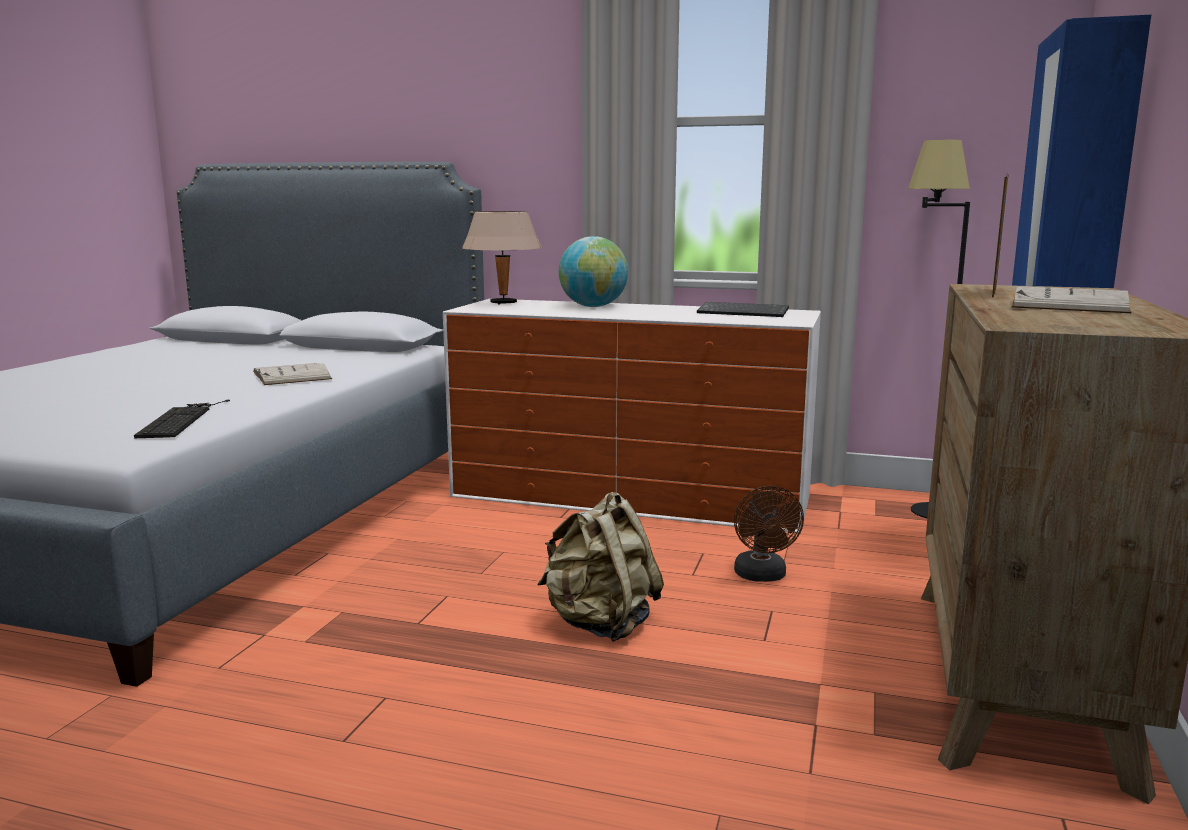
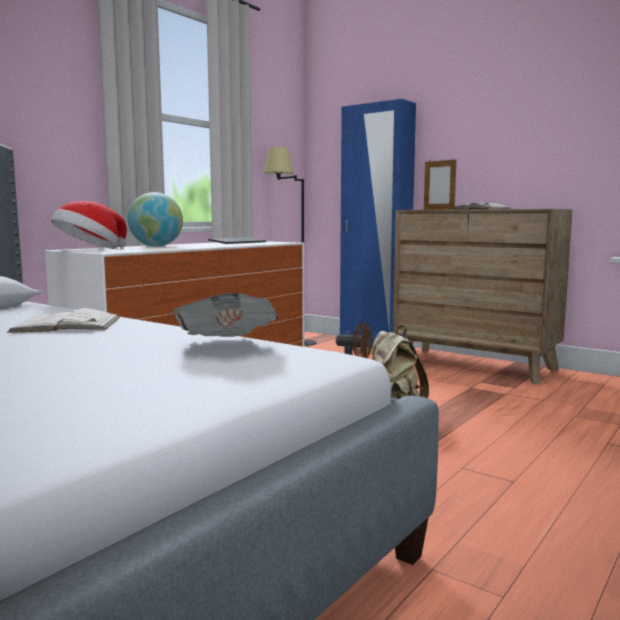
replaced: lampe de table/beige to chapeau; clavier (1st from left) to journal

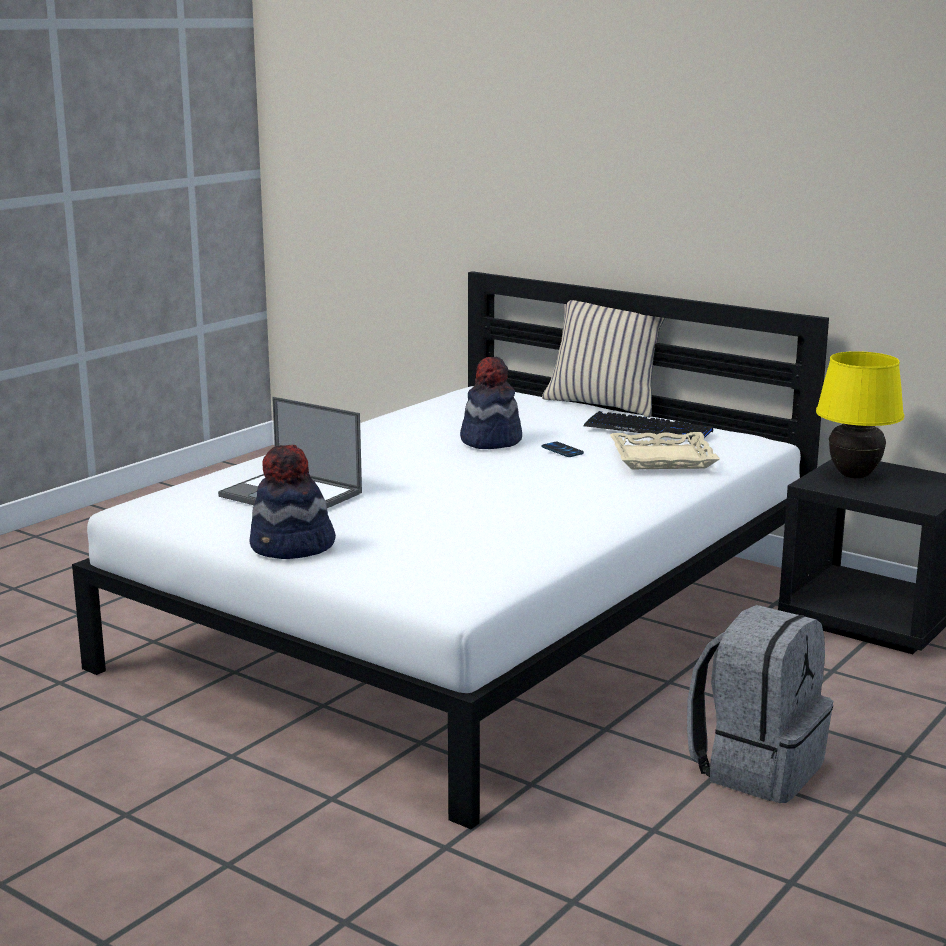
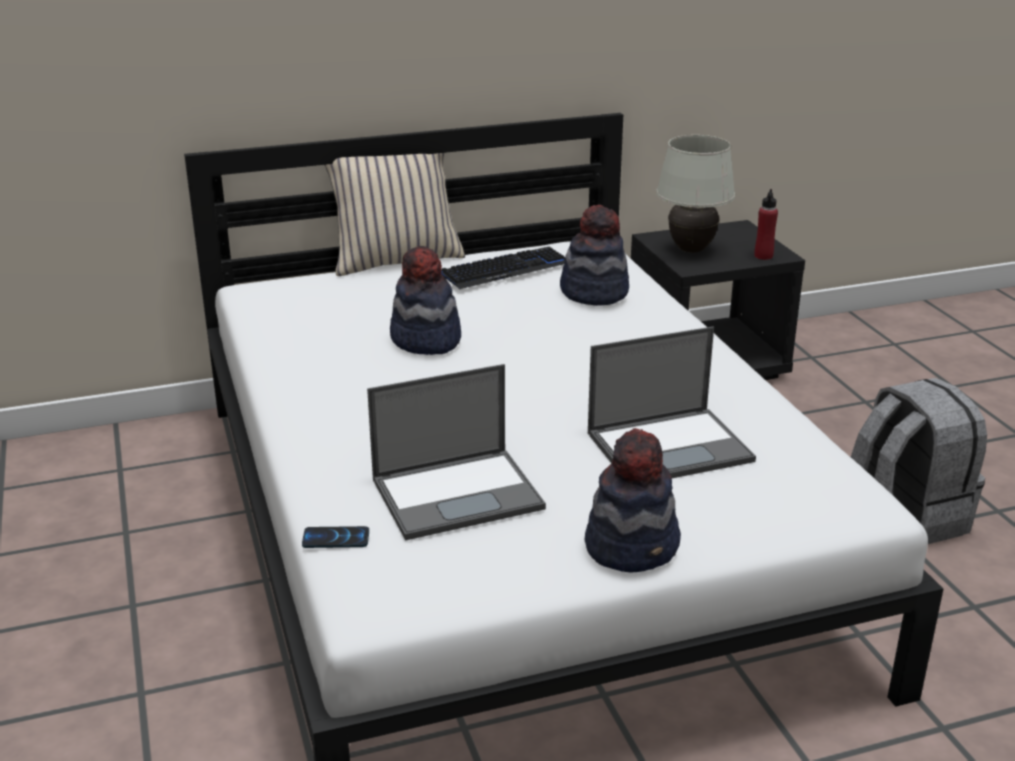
added: bouteille/rouge; ordinateur portable (2nd from left)
moved: téléphone
replaced: plateau/beige to chapeau (2nd from left)
recoloured: lampe de table/jaune to lampe de table/blanc

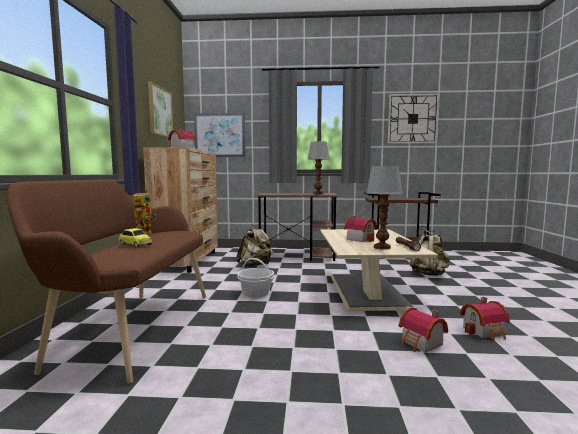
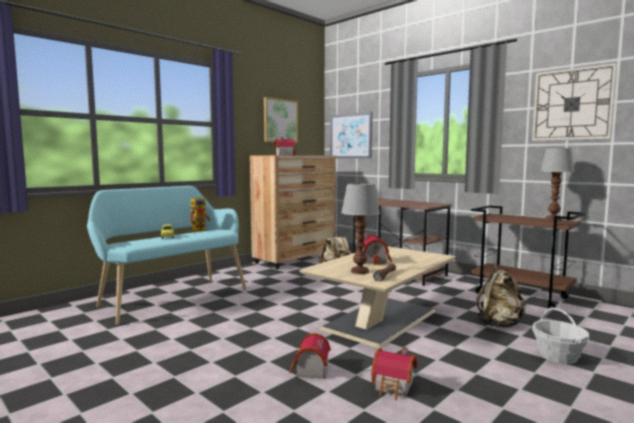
moved: lampe de table (1st from left in the first image) to lampe de table (2nd from left); panier
recoloured: banc/marron to banc/turquoise

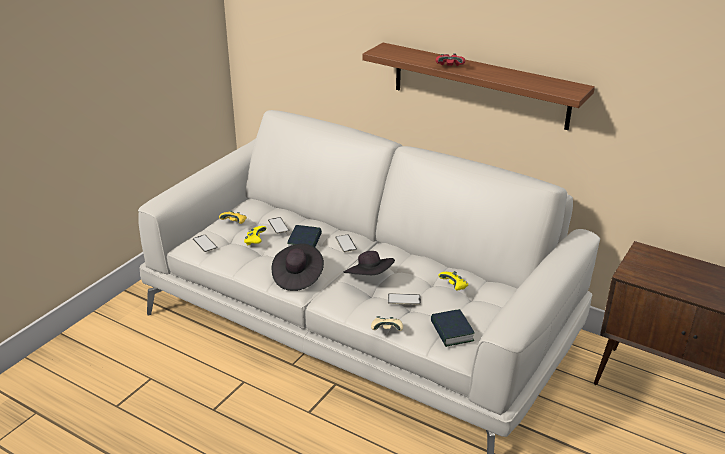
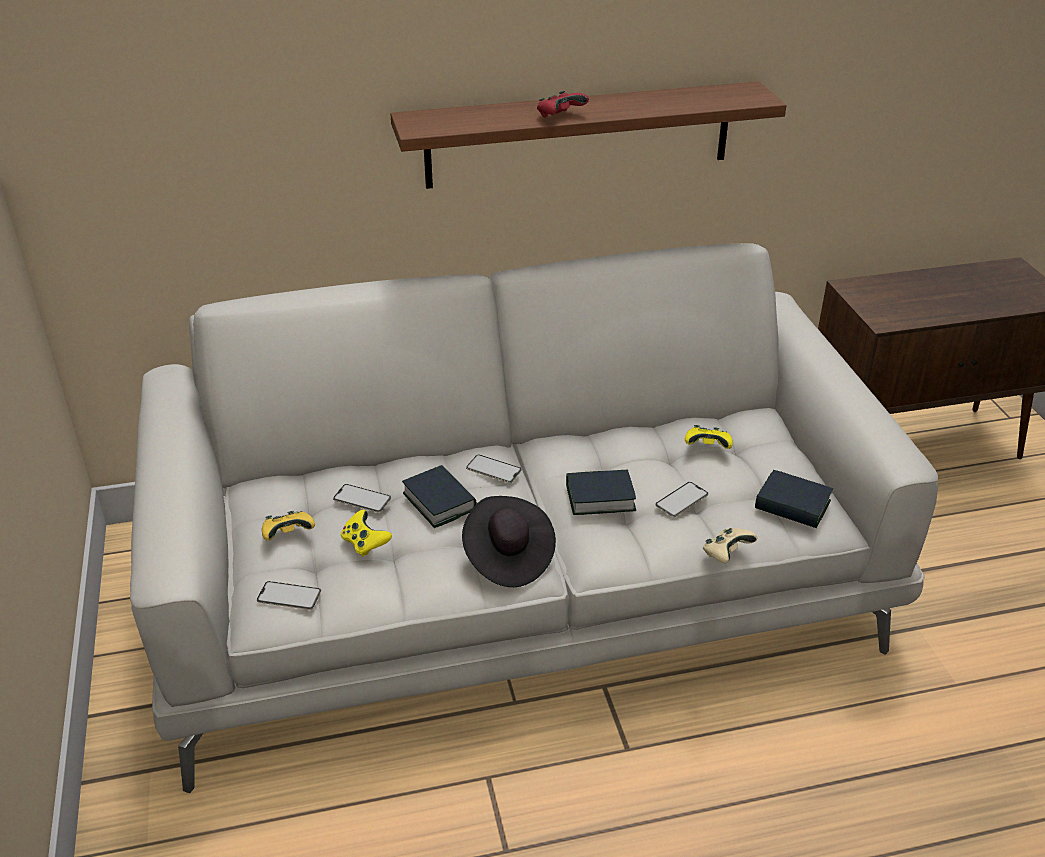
replaced: chapeau/noir (2nd from left) to livre (2nd from left)

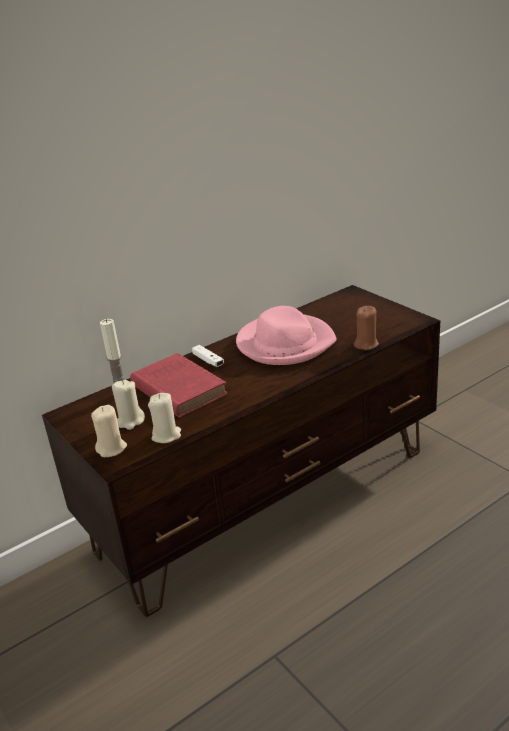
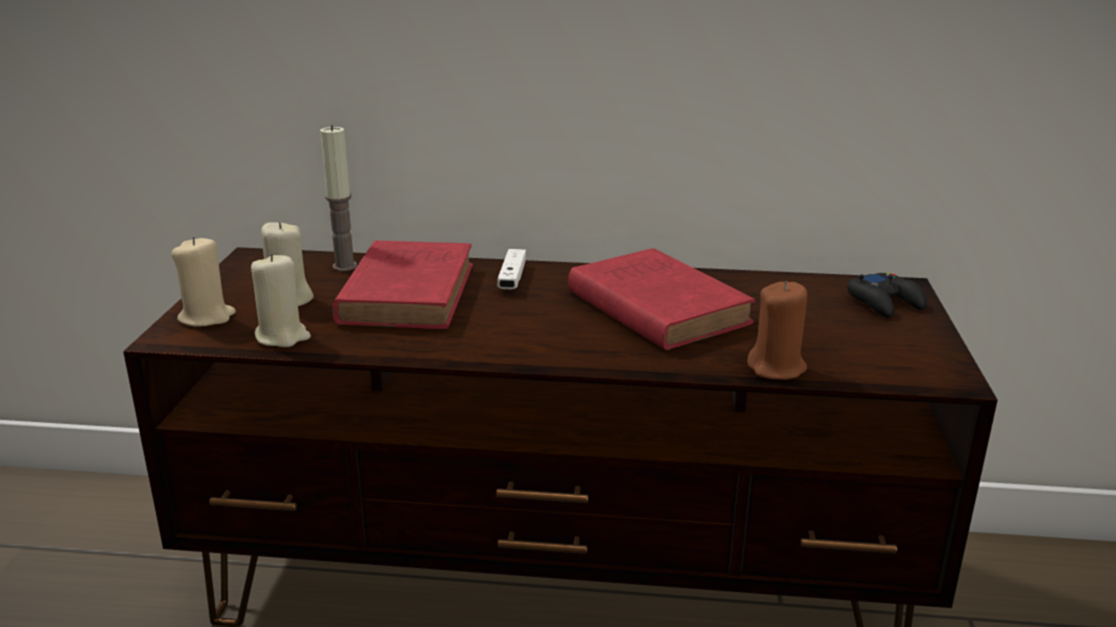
added: manette/noir
replaced: chapeau/rose to livre/rouge (2nd from left)

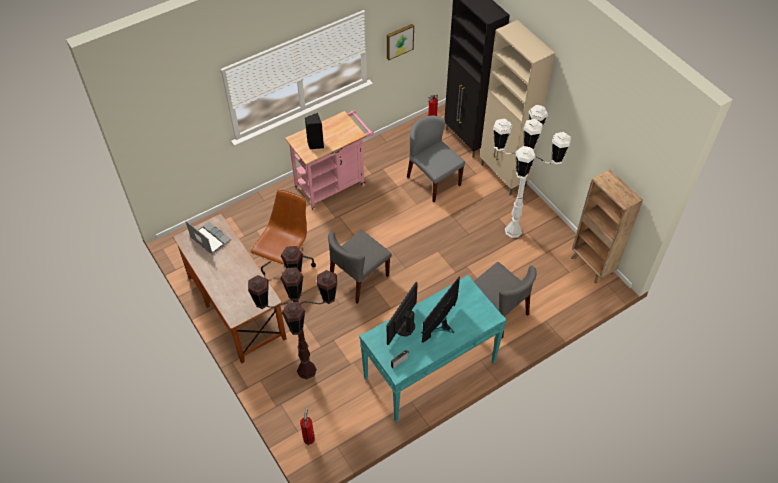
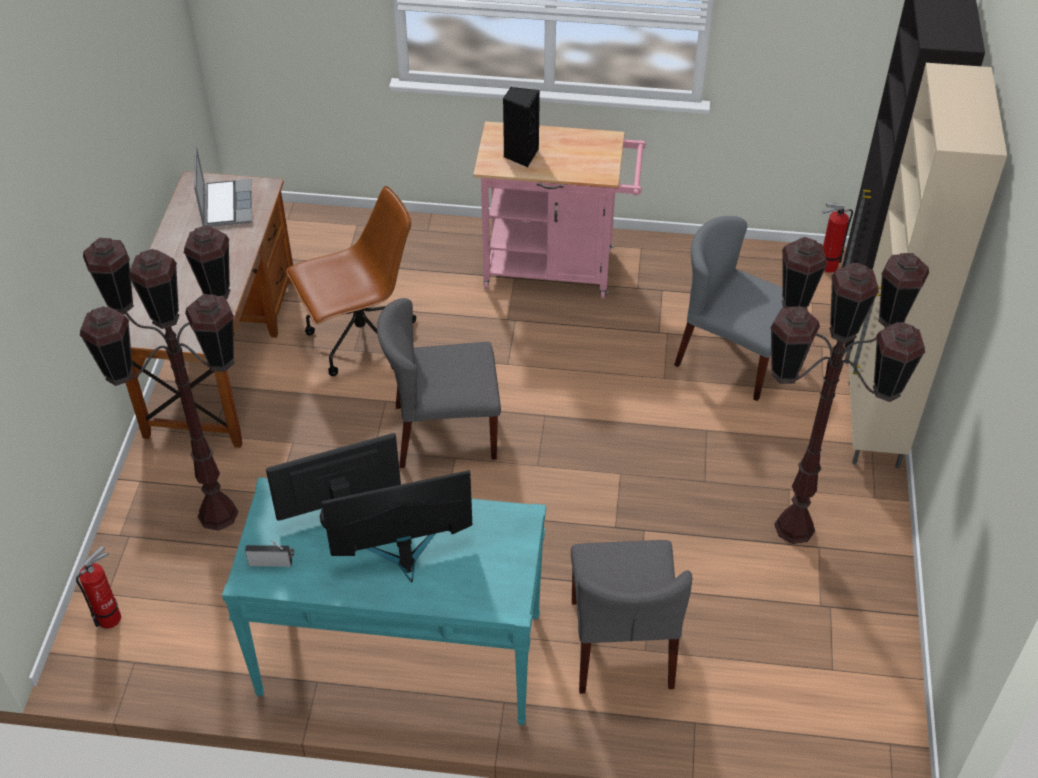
removed: tableau; bibliothèque/marron
recoloured: lampadaire/blanc to lampadaire/marron (2nd from left)
turned: chaise/gris (2nd from left in the first image) 60 degrees counterclockwise

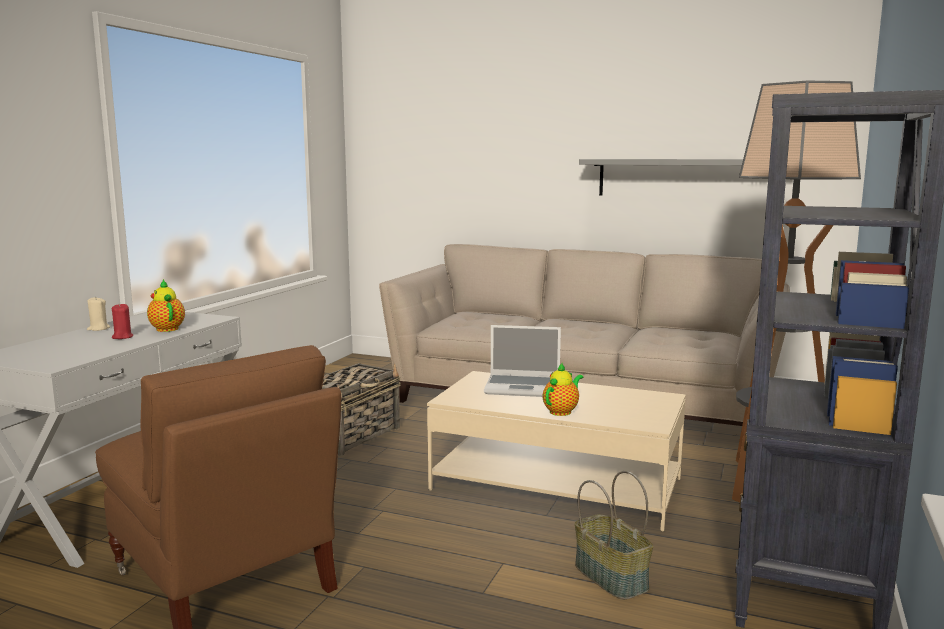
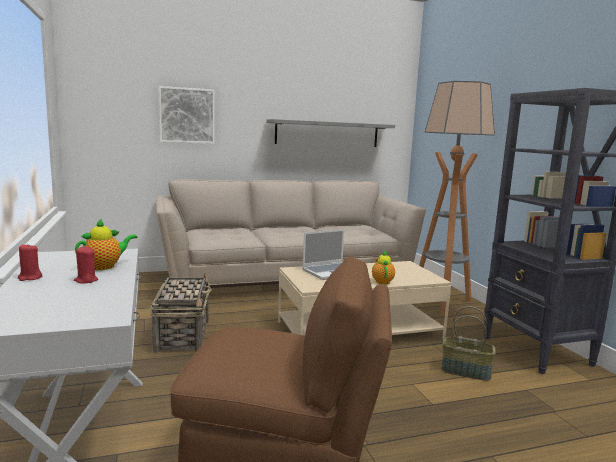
added: tableau
recoloured: bougie/beige to bougie/rouge (1st from left)
turned: théière (1st from left) 120 degrees clockwise

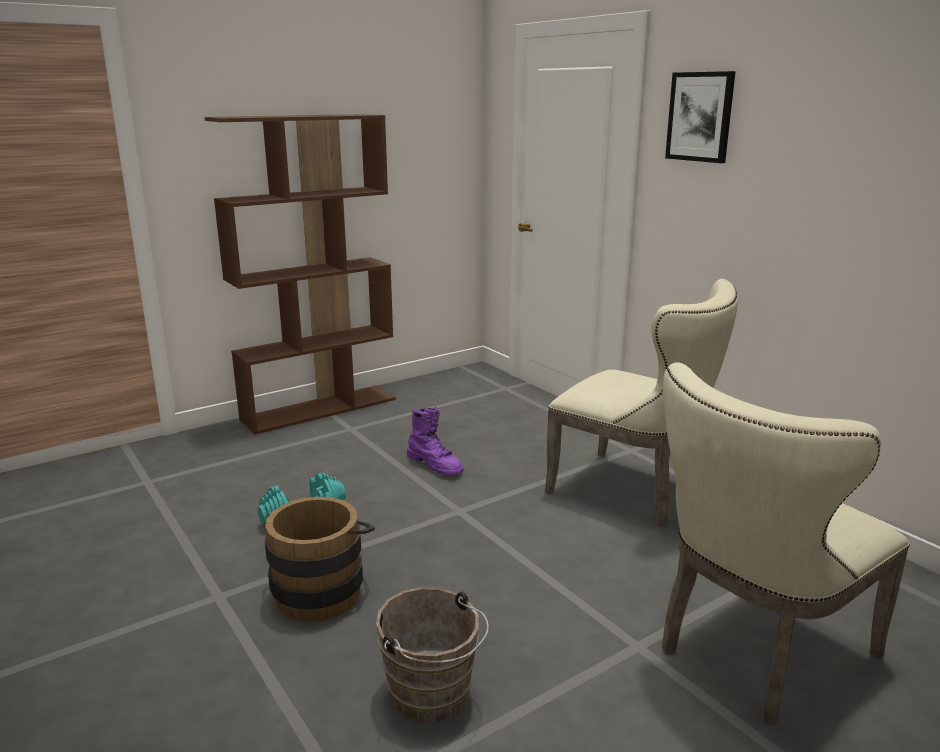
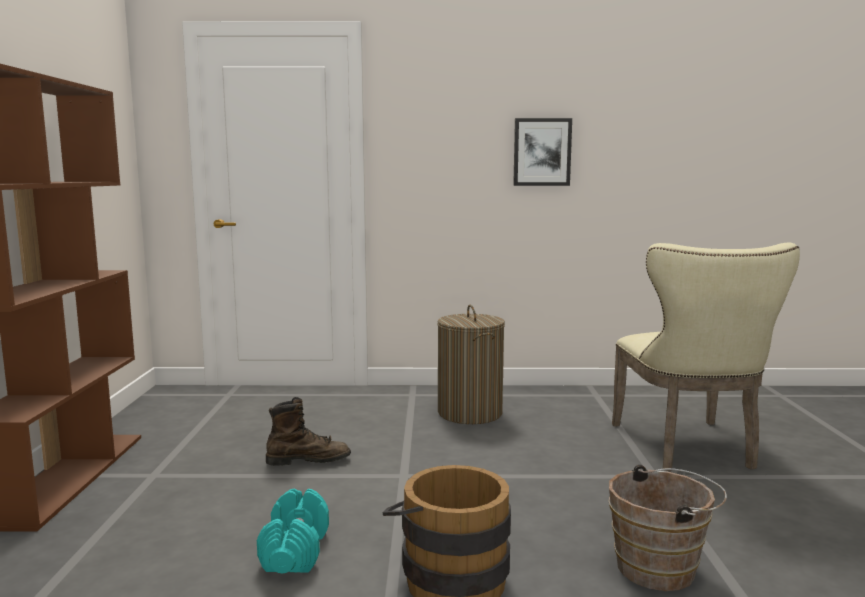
moved: tableau
replaced: chaise/beige (1st from left) to panier à linge
recoloured: botte/violet to botte/marron

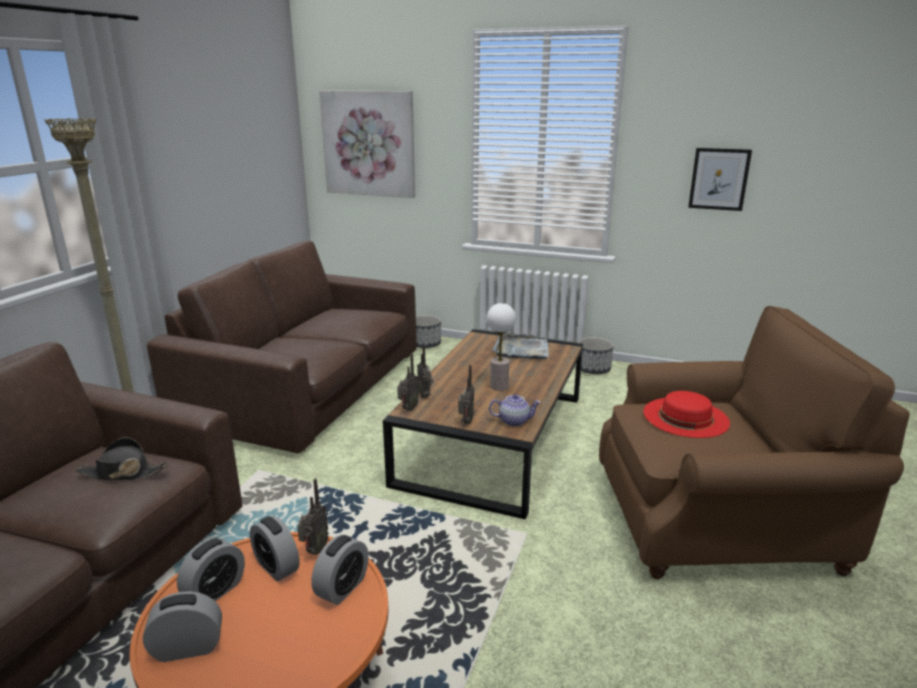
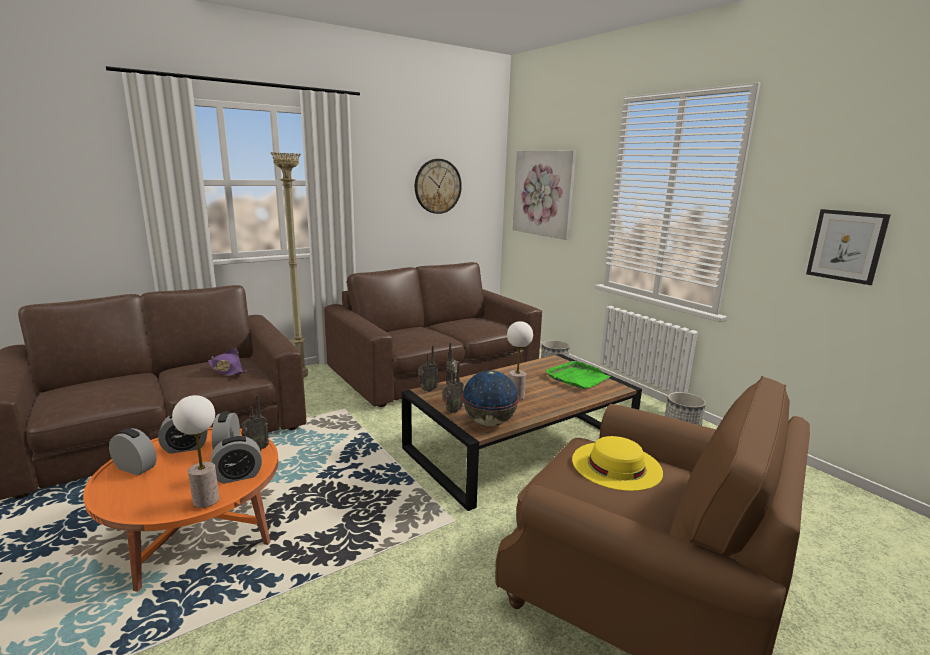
added: horloge murale; lampe de table (1st from left)
replaced: théière to globe
recoloured: plateau/gris to plateau/vert; chapeau/rouge to chapeau/jaune; chapeau/noir to chapeau/violet

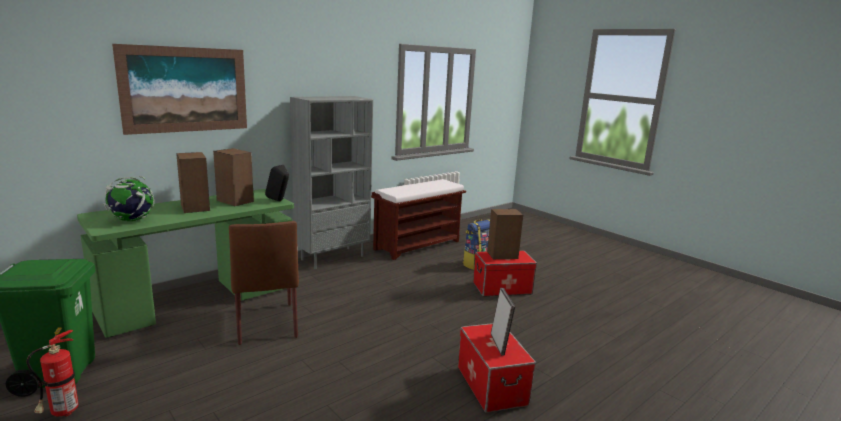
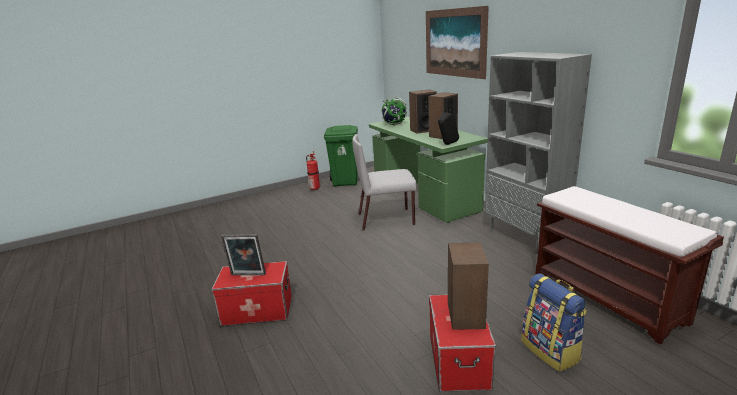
recoloured: chaise/marron to chaise/gris

